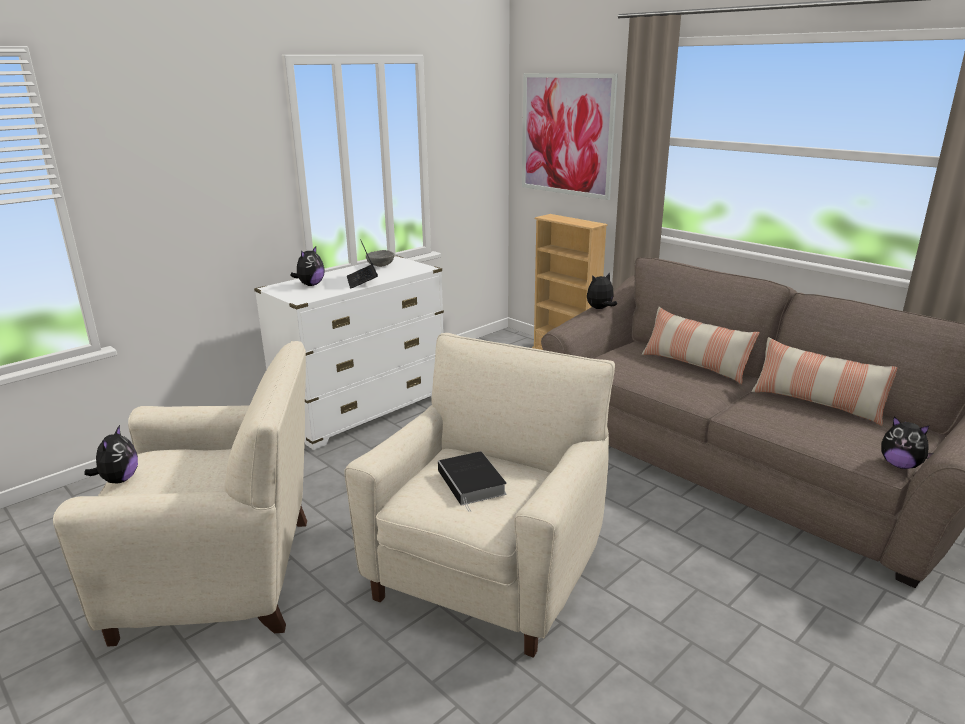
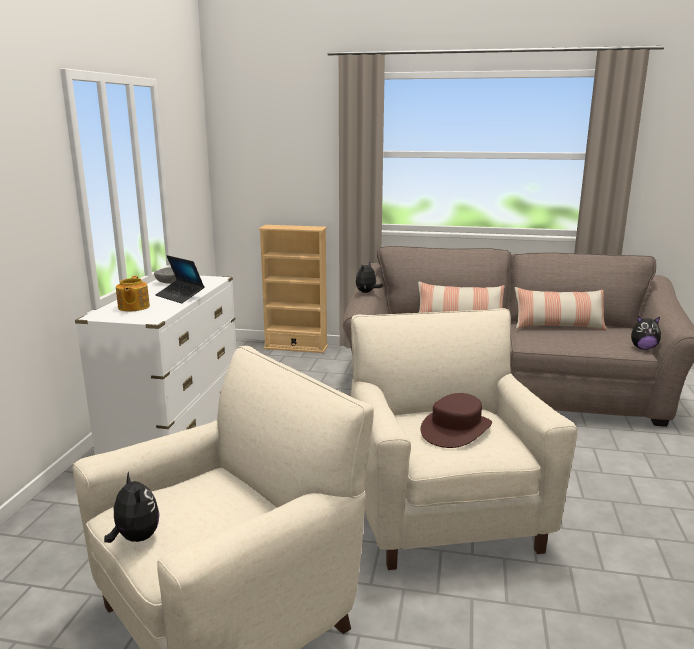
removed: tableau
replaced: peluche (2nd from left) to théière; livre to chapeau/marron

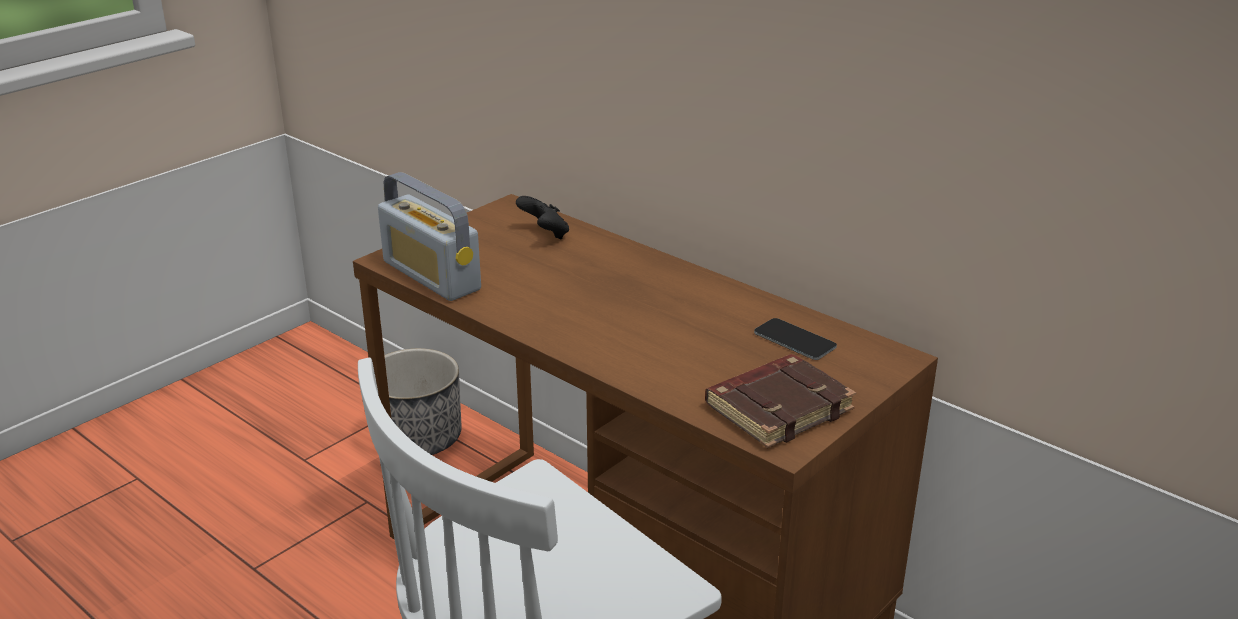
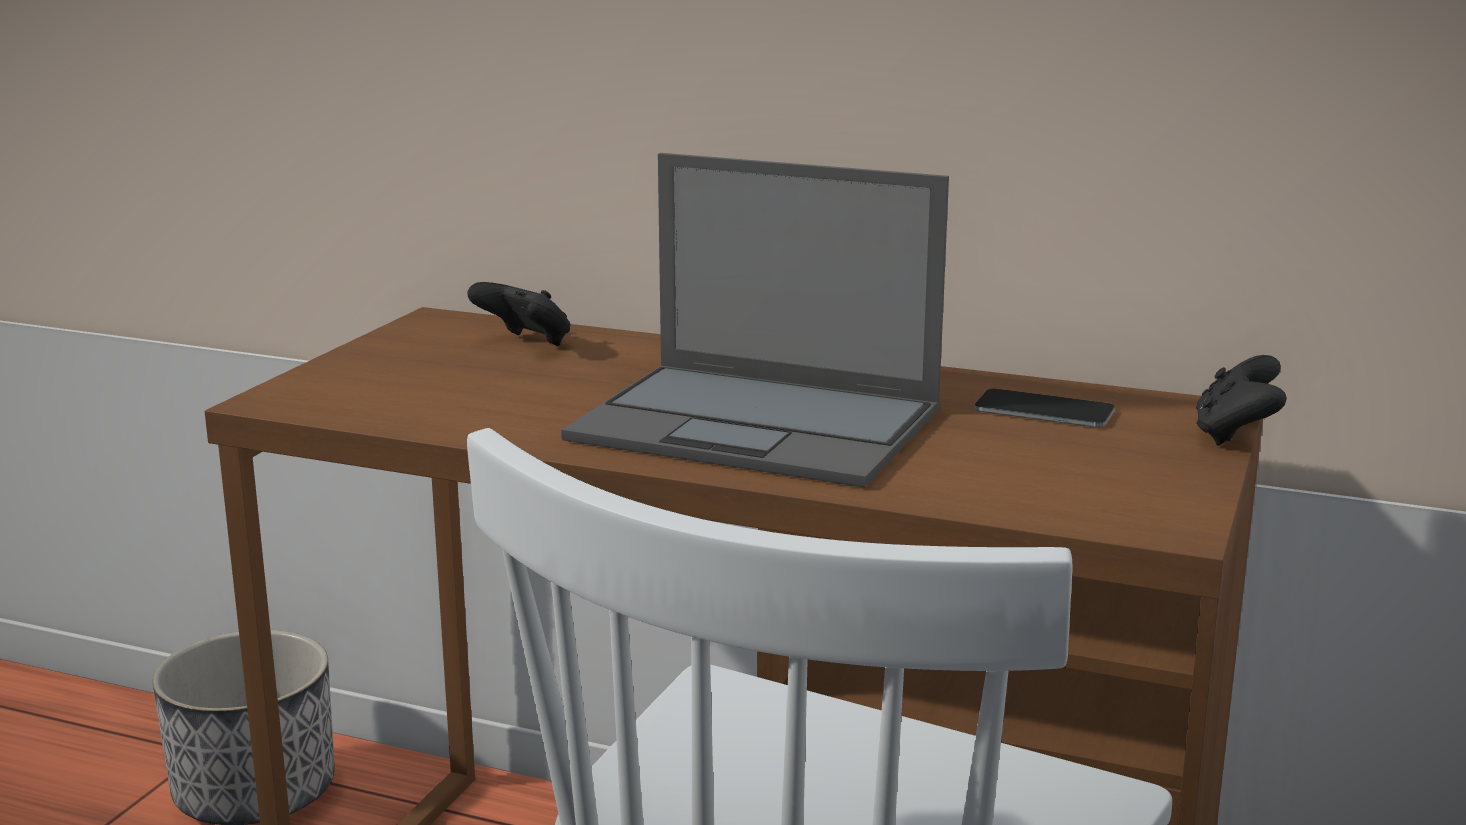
removed: radio; livre/marron
added: ordinateur portable; manette/noir (2nd from left)

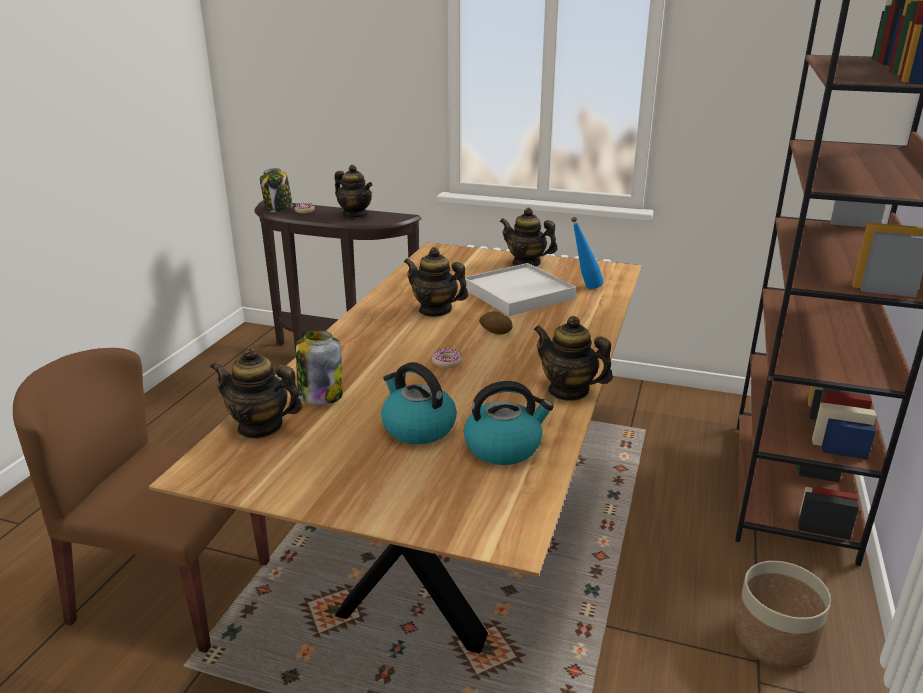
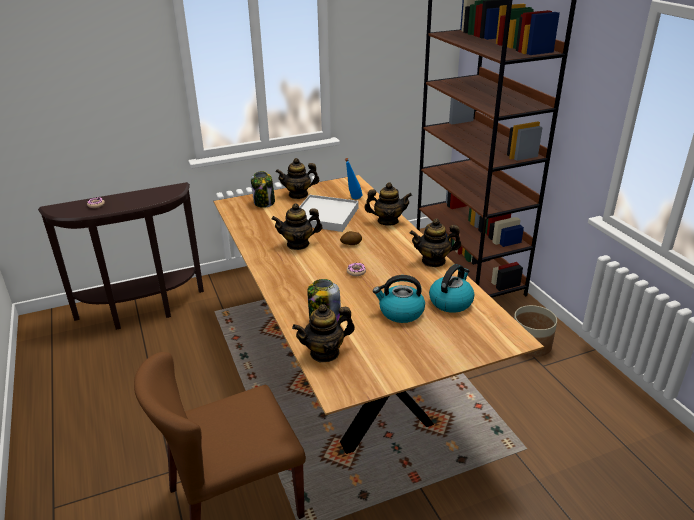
moved: théière (2nd from left in the first image) to théière (4th from left); bocal (1st from left)

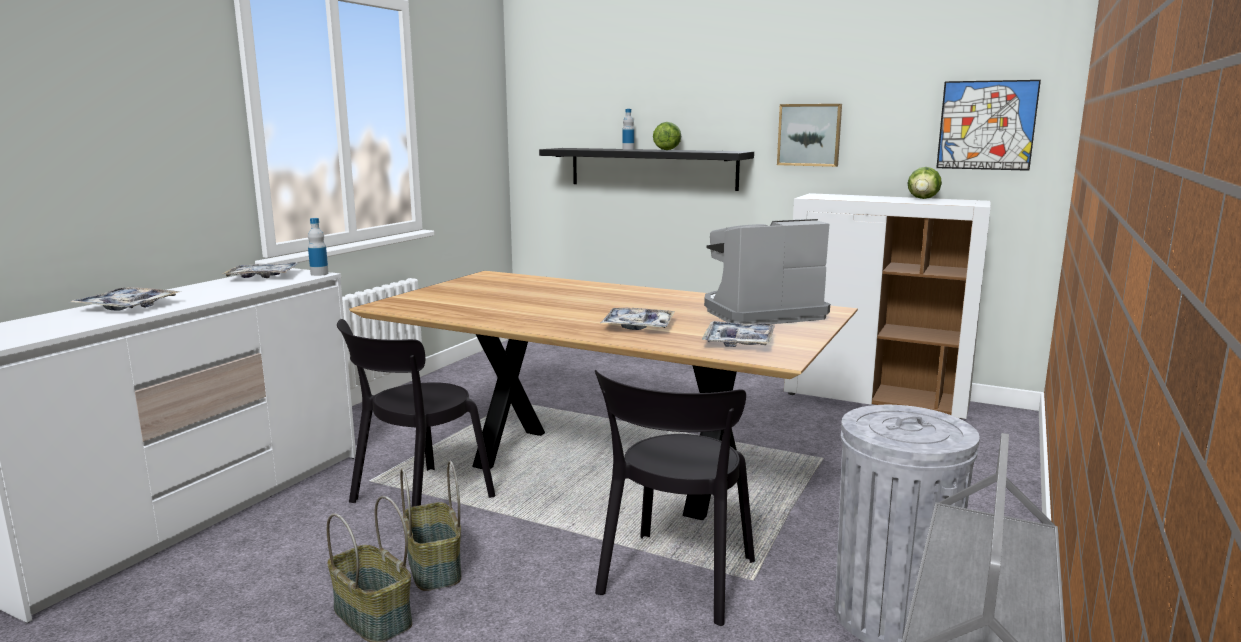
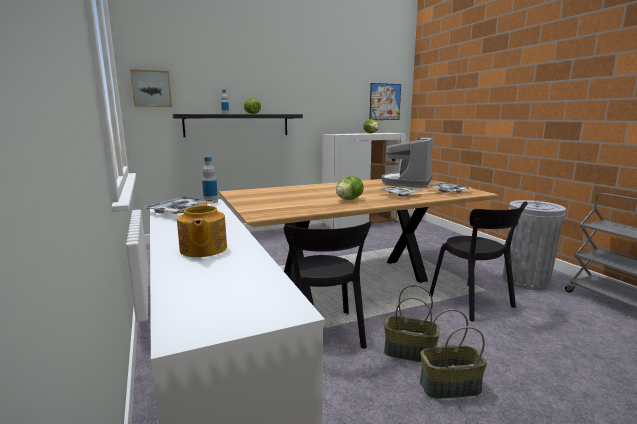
added: laitue (2nd from left)
moved: tableau (1st from left)
replaced: plateau (1st from left) to théière

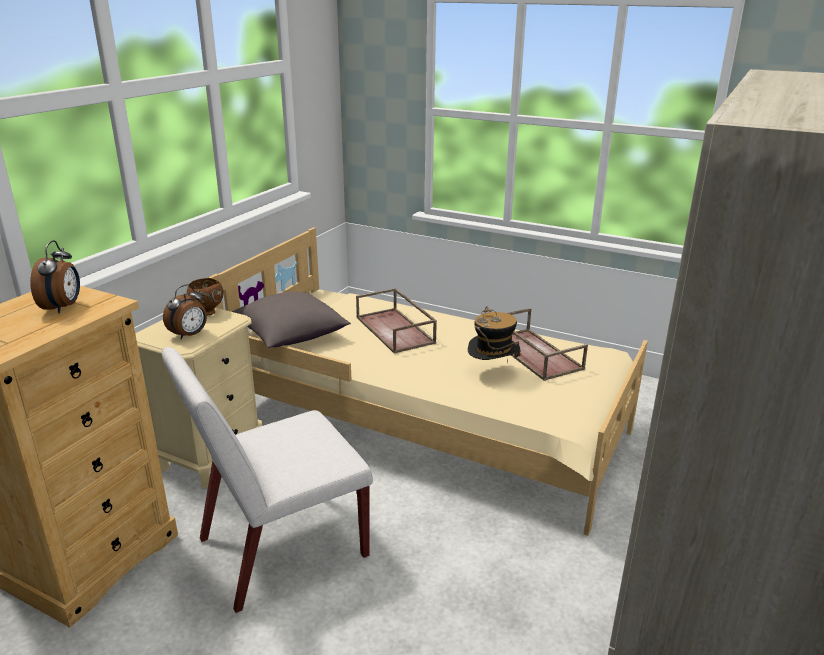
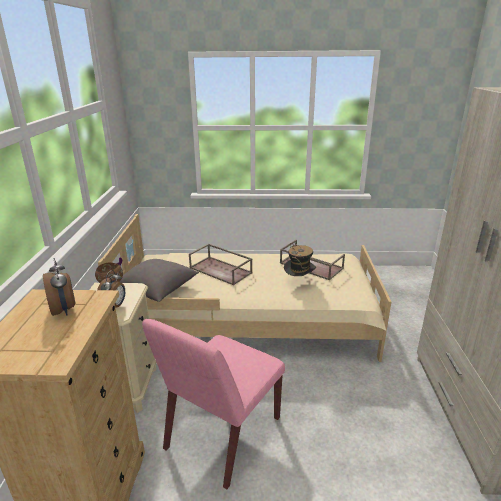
recoloured: chaise/blanc to chaise/rose

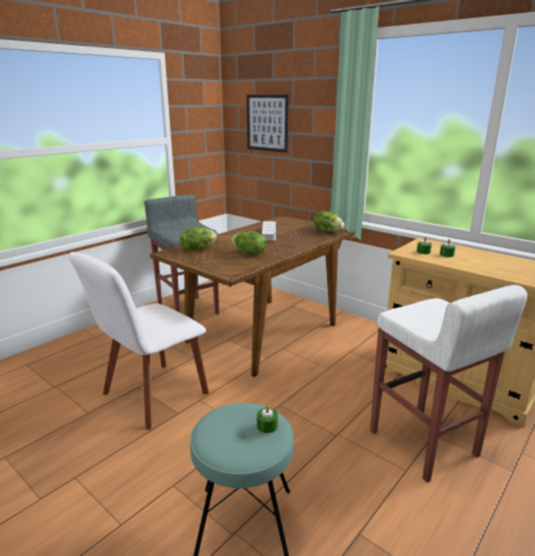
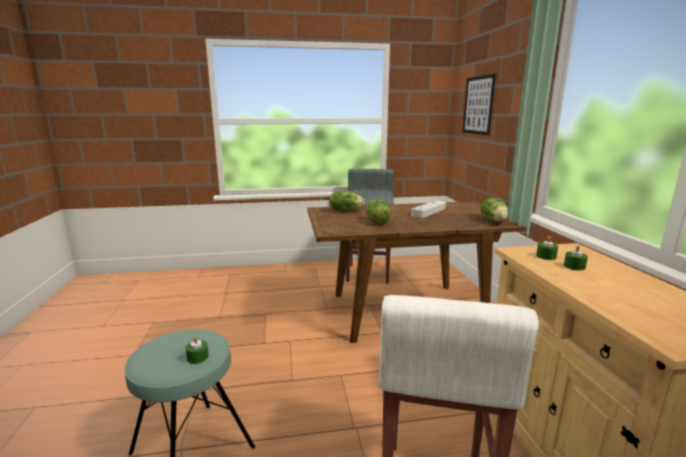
removed: chaise/blanc

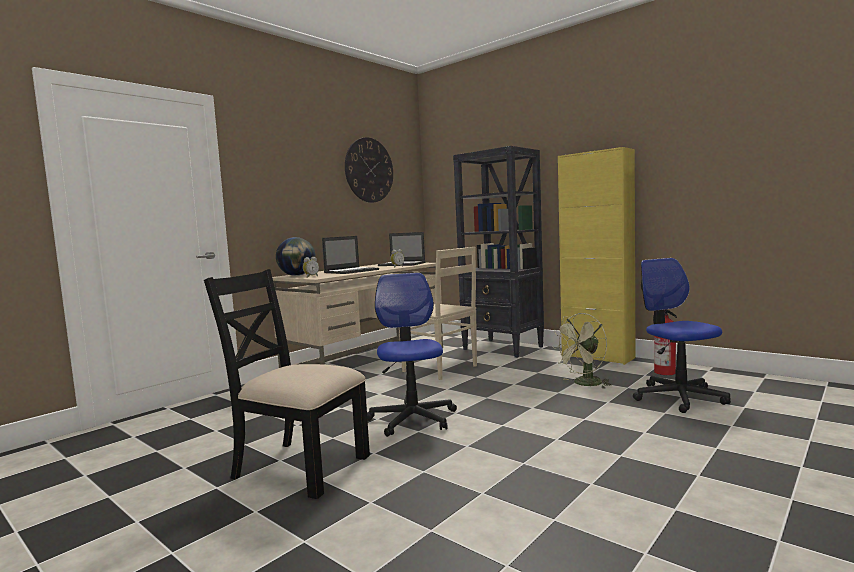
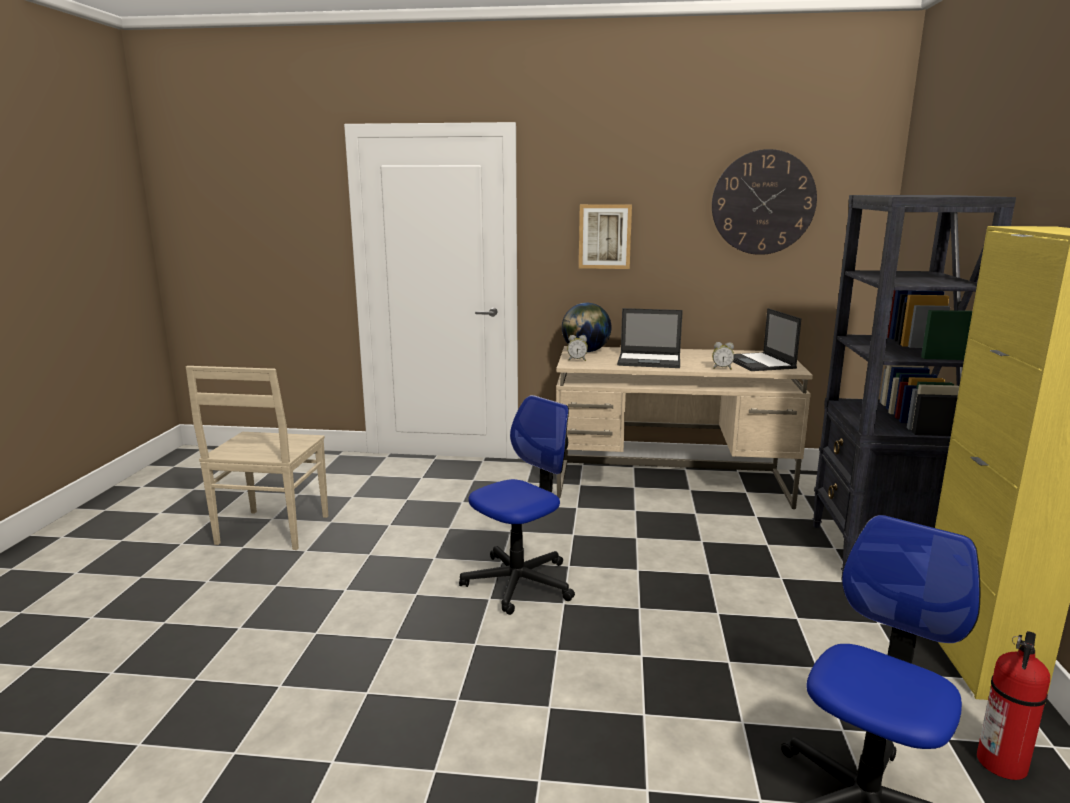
removed: chaise/noir; ventilateur/vert
added: tableau
moved: chaise/beige

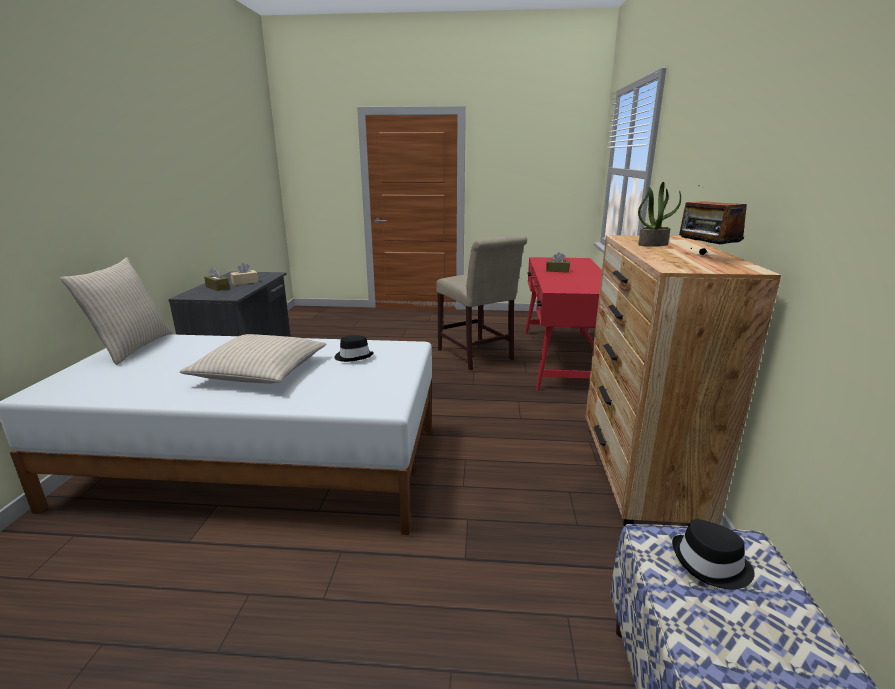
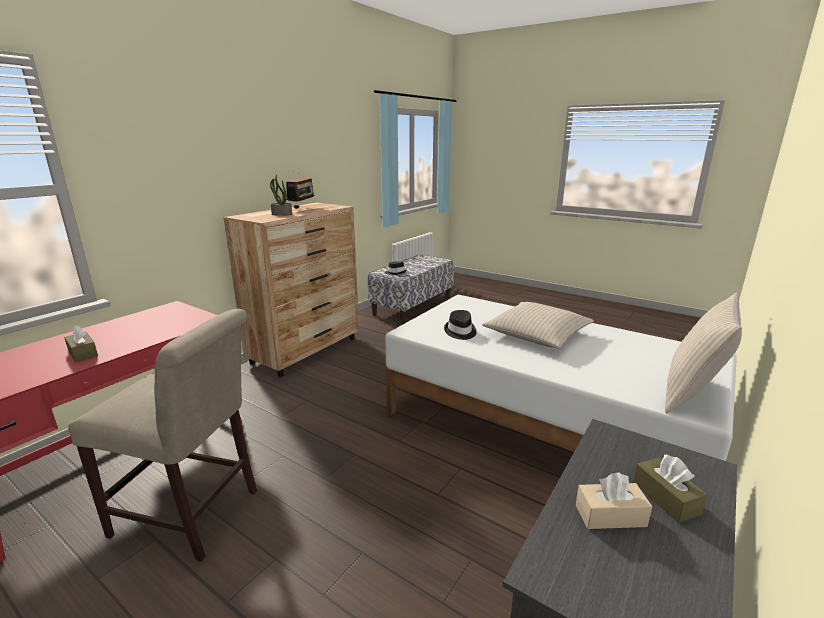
turned: chaise/beige 105 degrees clockwise

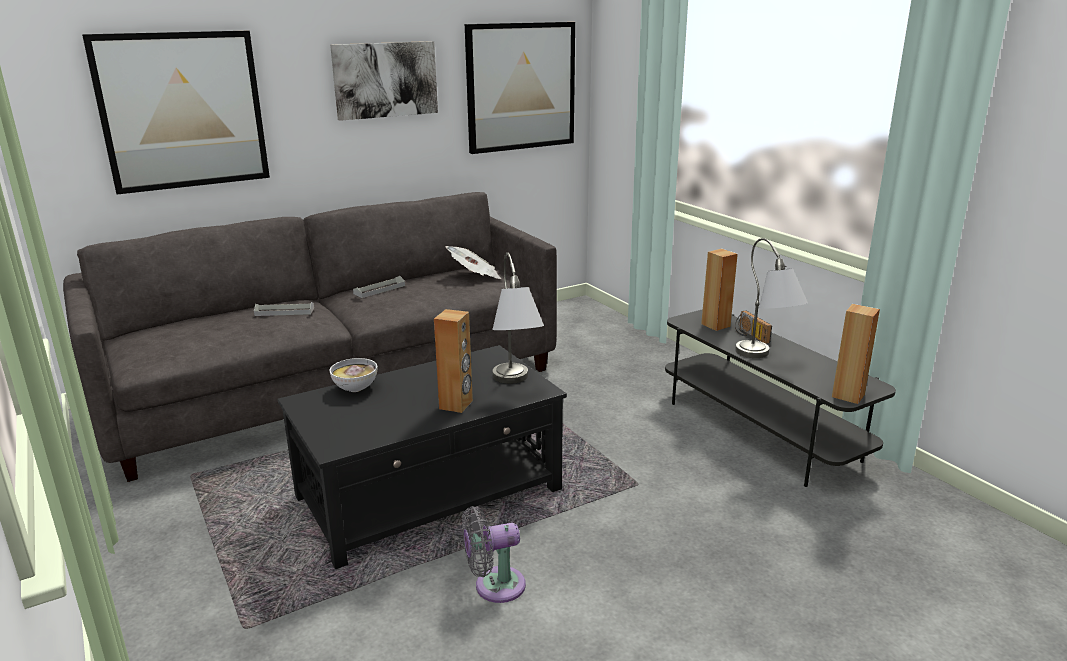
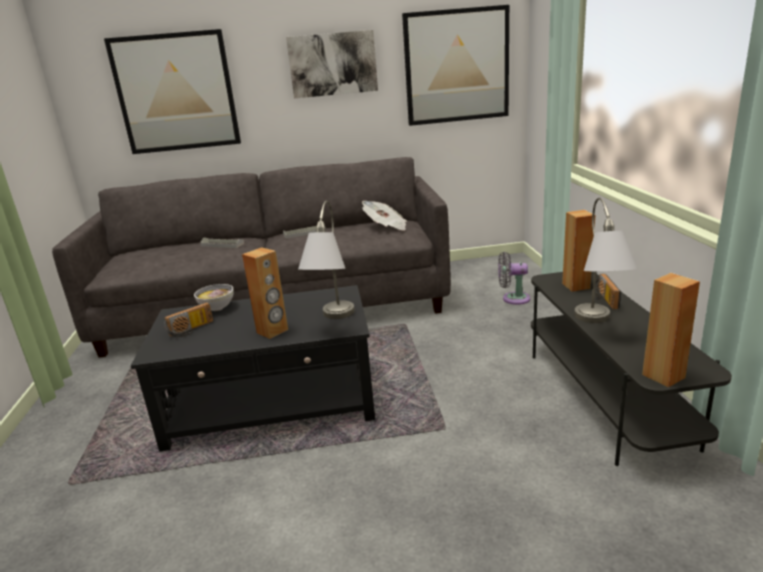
added: radio (1st from left)
moved: ventilateur/gris

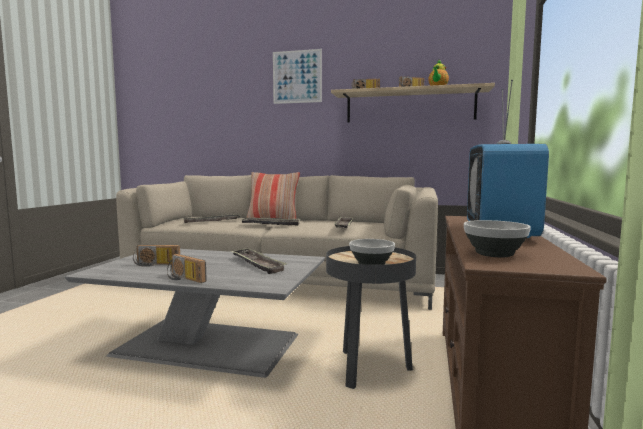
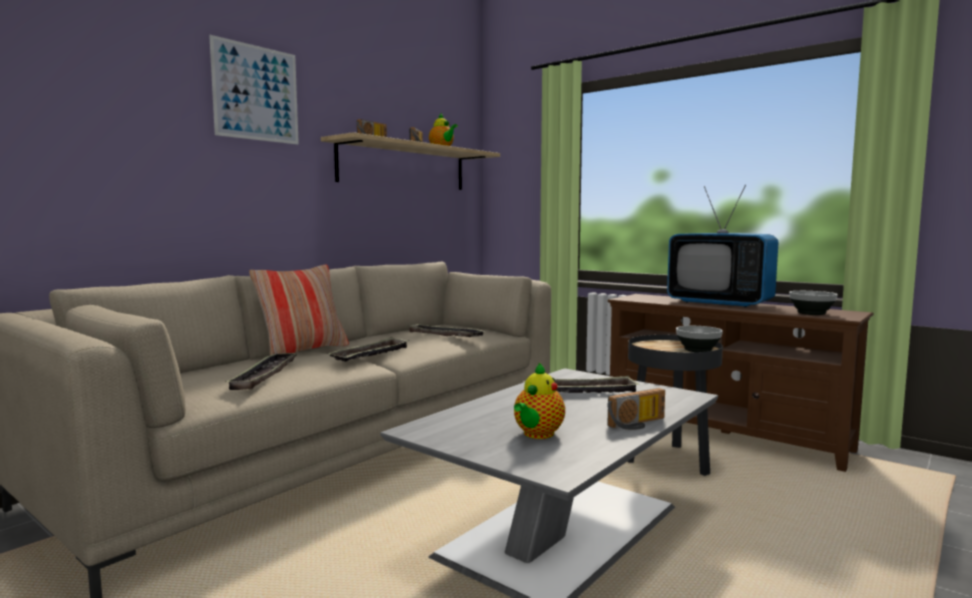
replaced: radio (1st from left) to théière (2nd from left)

